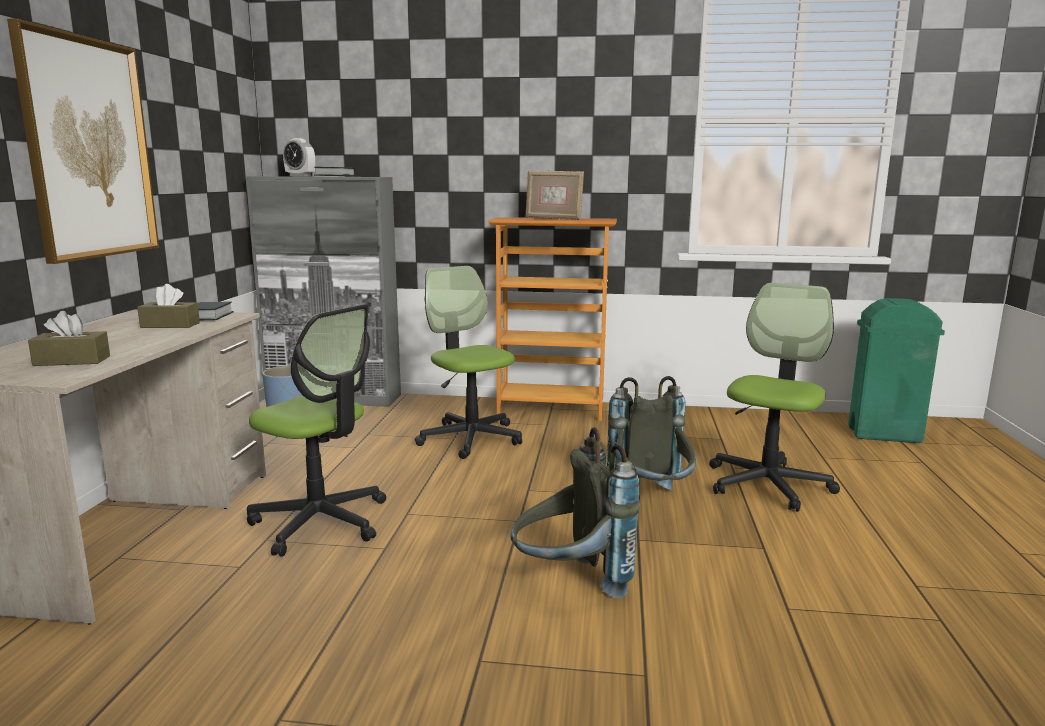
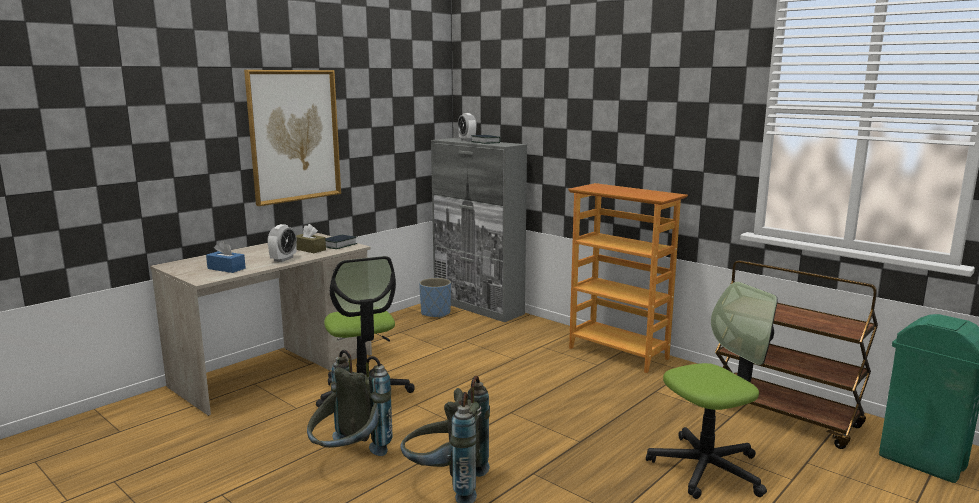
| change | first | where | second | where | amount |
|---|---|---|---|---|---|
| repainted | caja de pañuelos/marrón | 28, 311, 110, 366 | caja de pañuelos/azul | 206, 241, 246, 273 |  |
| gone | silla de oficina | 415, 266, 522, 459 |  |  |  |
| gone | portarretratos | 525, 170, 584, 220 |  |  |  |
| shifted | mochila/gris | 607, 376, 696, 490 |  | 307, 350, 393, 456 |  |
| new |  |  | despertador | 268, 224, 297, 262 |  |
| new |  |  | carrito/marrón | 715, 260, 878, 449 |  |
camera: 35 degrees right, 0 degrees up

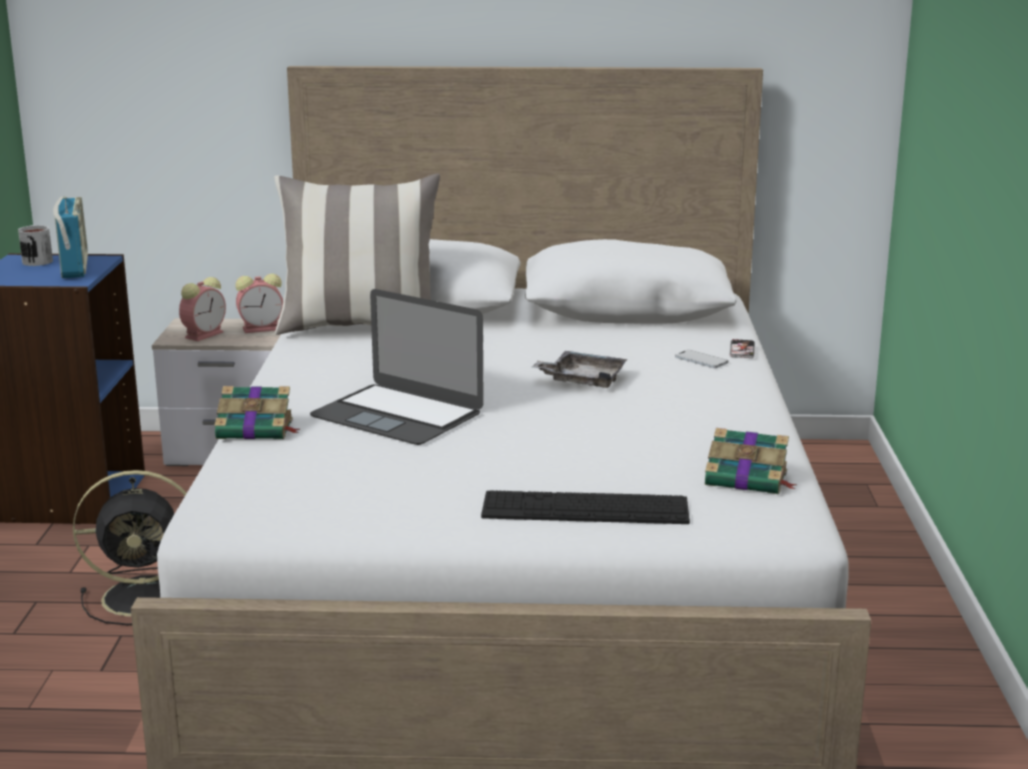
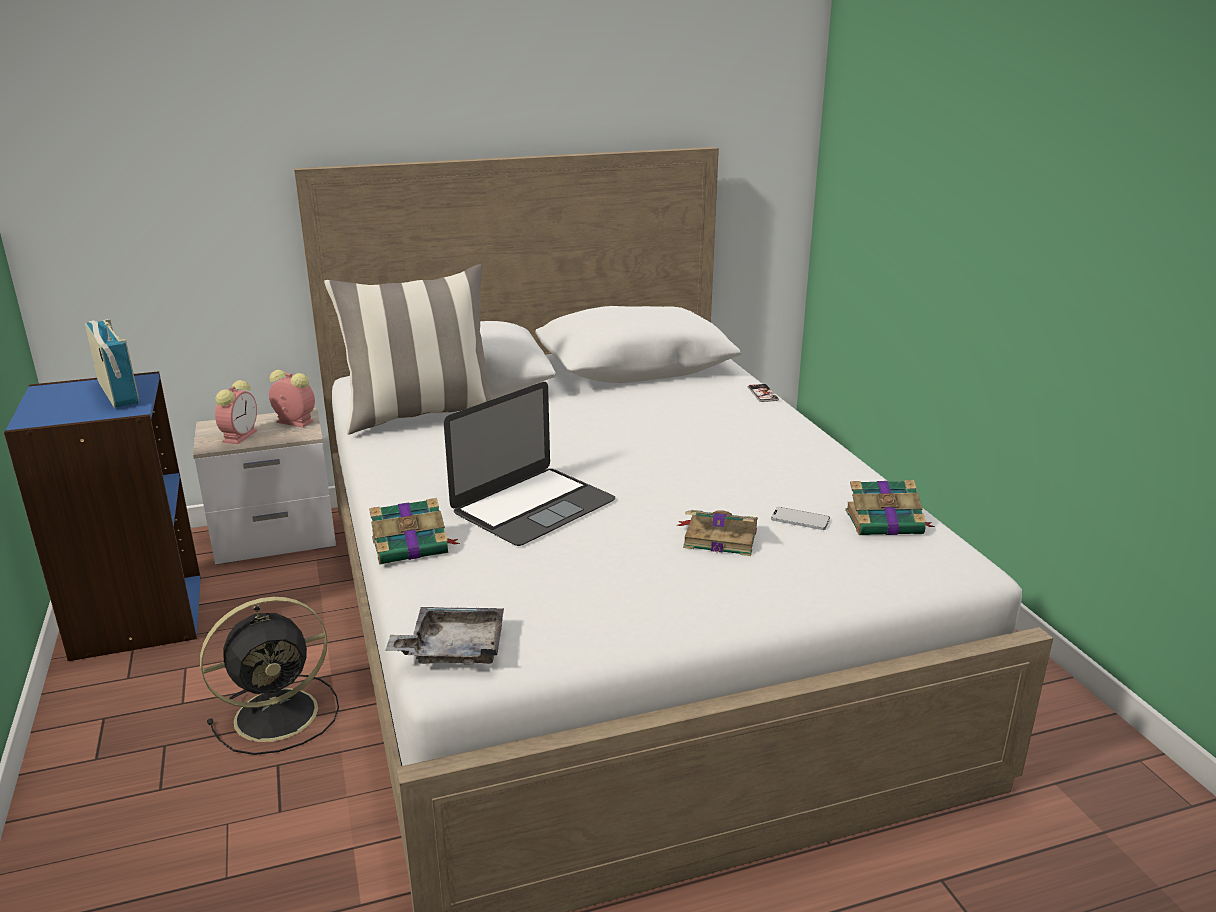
| change | first | where | second | where | amount |
|---|---|---|---|---|---|
| gone | taza grande | 18, 225, 53, 266 |  |  |  |
| rotated | despertador | 235, 274, 283, 333 |  | 269, 370, 315, 428 | 120 degrees counterclockwise |
| rotated | portátil | 310, 289, 484, 445 |  | 444, 382, 615, 546 | 60 degrees counterclockwise |
| gone | teclado | 481, 490, 690, 524 |  |  |  |
| shifted | bandeja/gris | 532, 351, 628, 388 |  | 385, 607, 504, 665 |  |
| shifted | móvil | 675, 350, 728, 368 |  | 771, 507, 830, 530 |  |
| new |  |  | libro | 677, 510, 758, 556 |  |
camera: 20 degrees left, 5 degrees up

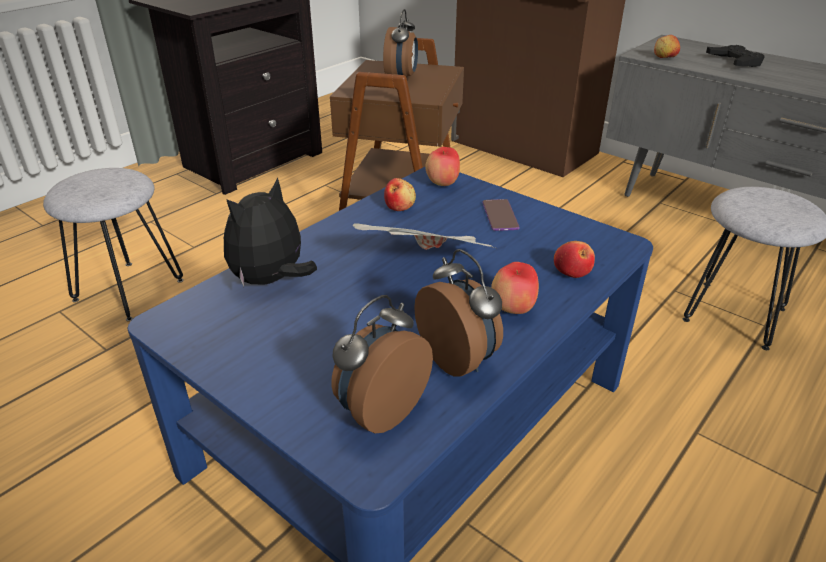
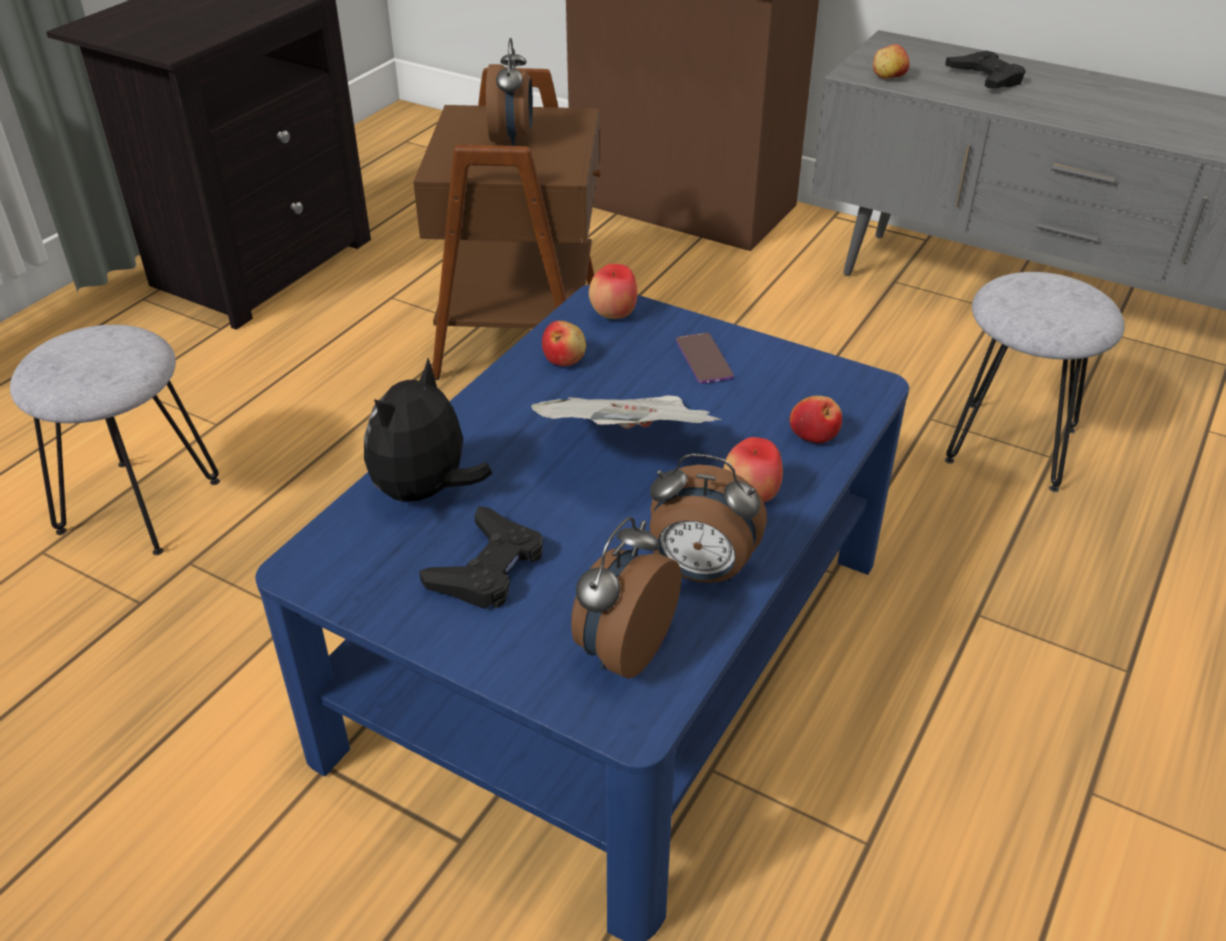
| change | first | where | second | where | amount |
|---|---|---|---|---|---|
| rotated | despertador | 414, 249, 503, 377 |  | 649, 453, 767, 583 | 150 degrees clockwise |
| new |  |  | mando de consola/negro | 419, 506, 543, 609 |  |
camera: 10 degrees left, 5 degrees up

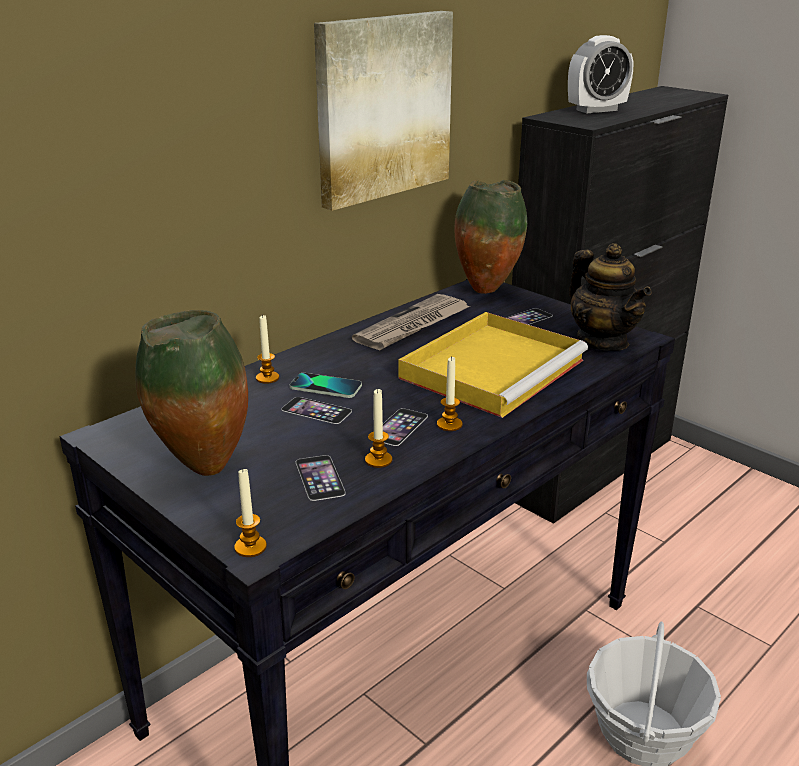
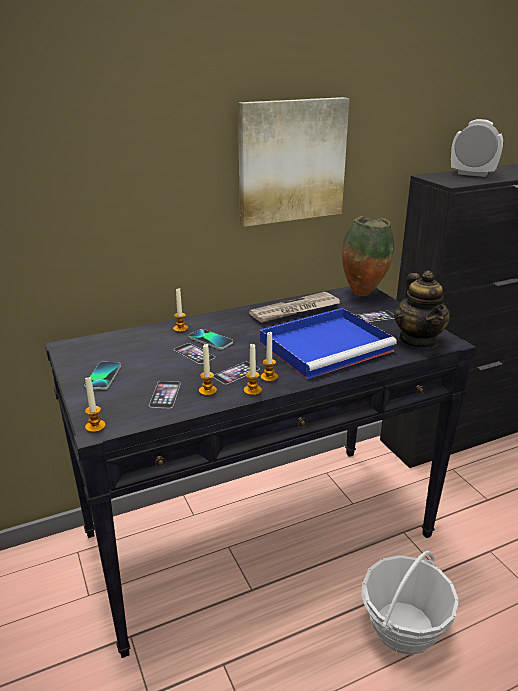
| change | first | where | second | where | amount |
|---|---|---|---|---|---|
| swapped | florero | 135, 310, 248, 476 | móvil | 84, 362, 121, 390 |  |
| repainted | bandeja/amarillo | 398, 312, 588, 418 | bandeja/azul | 260, 308, 397, 379 |  |
| rotated | despertador | 568, 35, 633, 113 |  | 451, 119, 503, 177 | 150 degrees counterclockwise |
| new |  |  | vela | 244, 343, 262, 396 |  |
camera: 20 degrees right, 0 degrees up

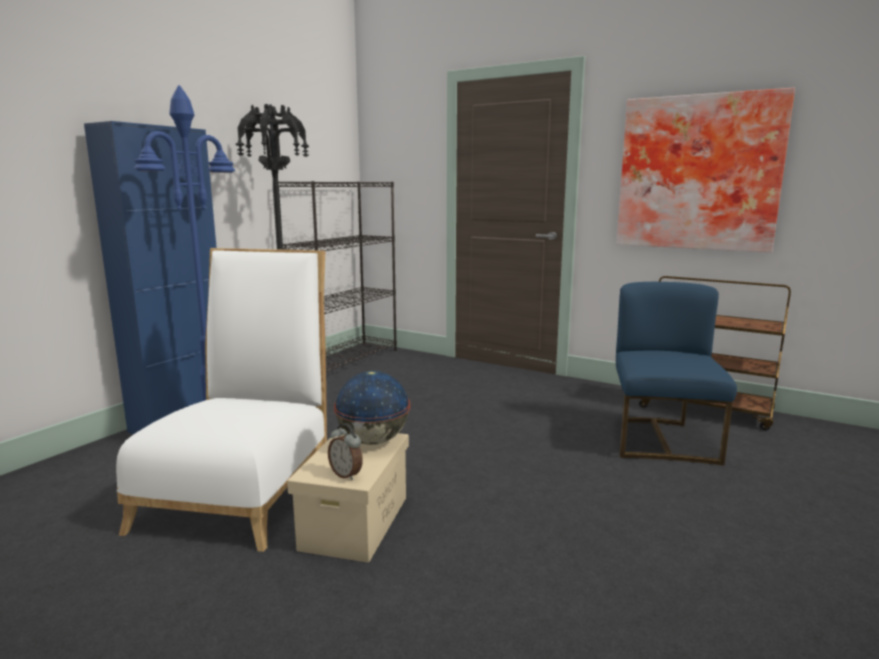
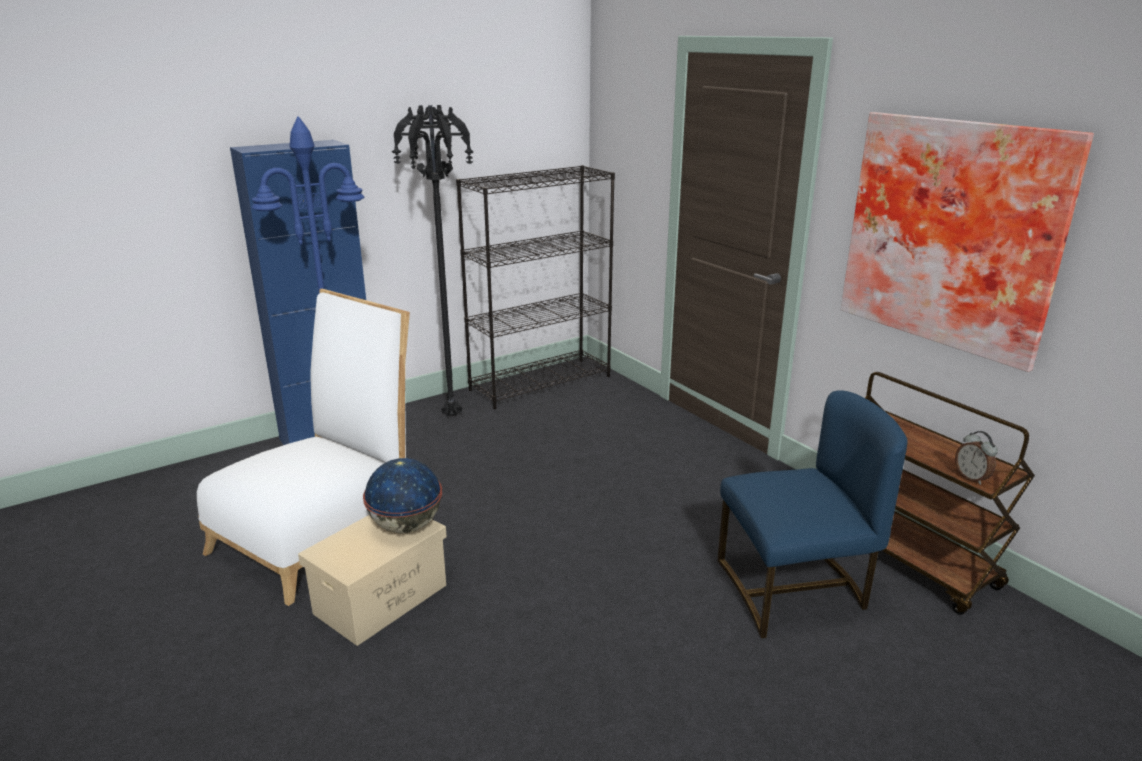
| change | first | where | second | where | amount |
|---|---|---|---|---|---|
| shifted | despertador | 328, 423, 363, 480 |  | 955, 431, 998, 485 |  |
| rotated | silla/azul | 616, 282, 737, 465 |  | 718, 390, 908, 638 | 45 degrees clockwise |
camera: 25 degrees right, 10 degrees up

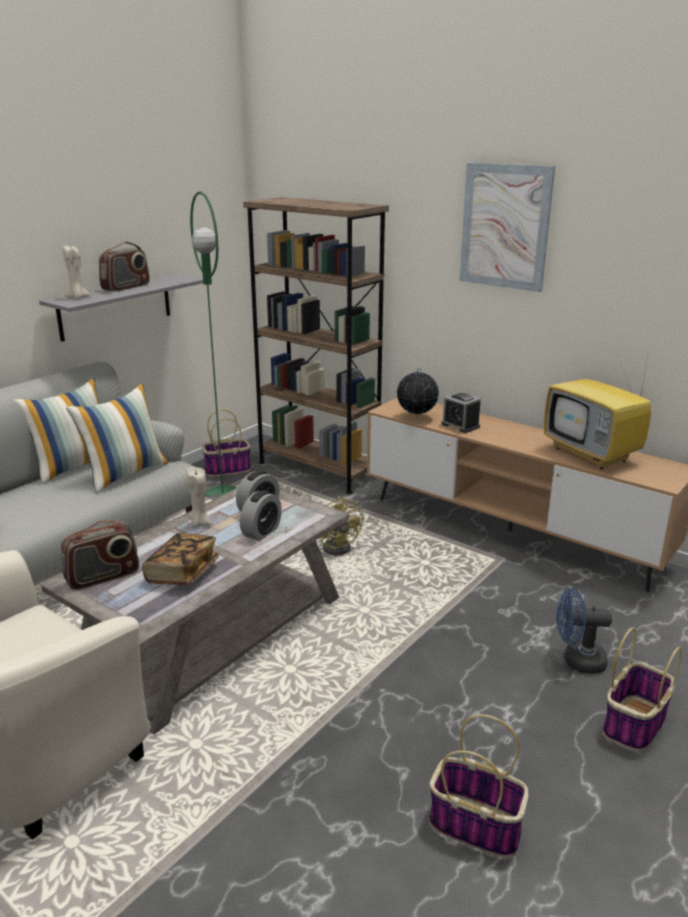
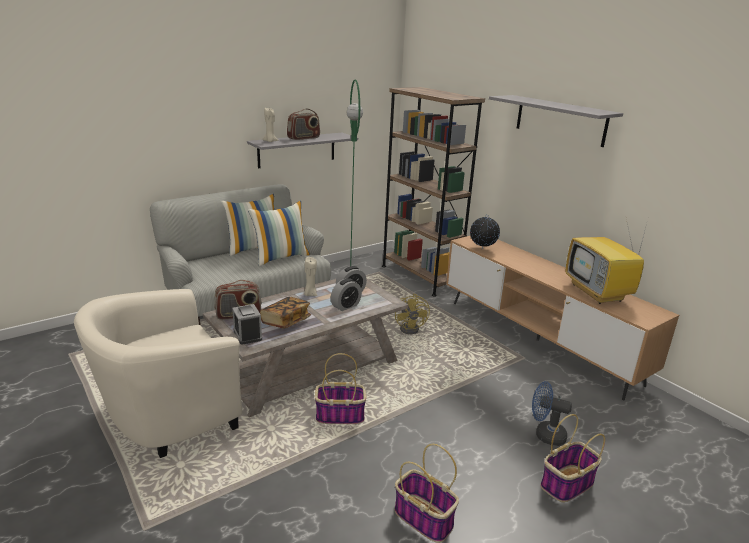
| change | first | where | second | where | amount |
|---|---|---|---|---|---|
| shifted | cesta | 202, 409, 251, 477 |  | 315, 353, 367, 424 |  |
| shifted | despertador | 441, 392, 481, 433 |  | 232, 304, 262, 345 |  |
| swapped | cuadro | 460, 163, 555, 292 | estante/gris | 489, 95, 623, 147 |  |
camera: 15 degrees right, 0 degrees up

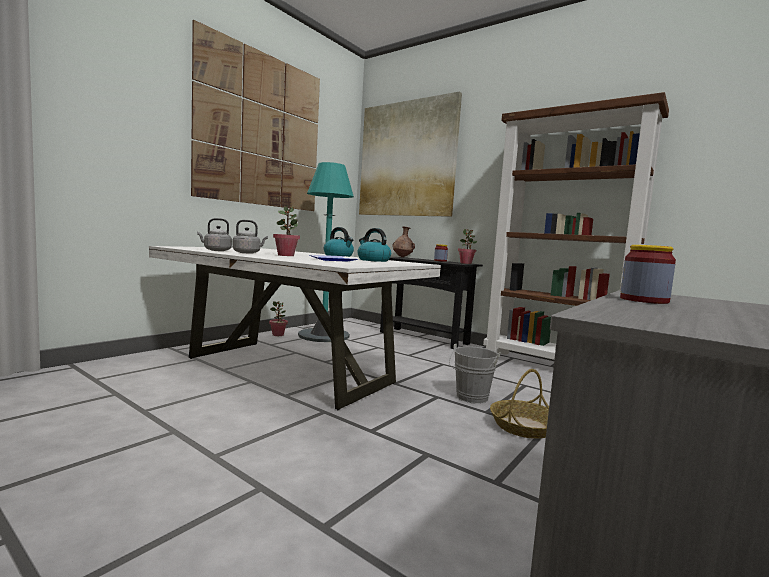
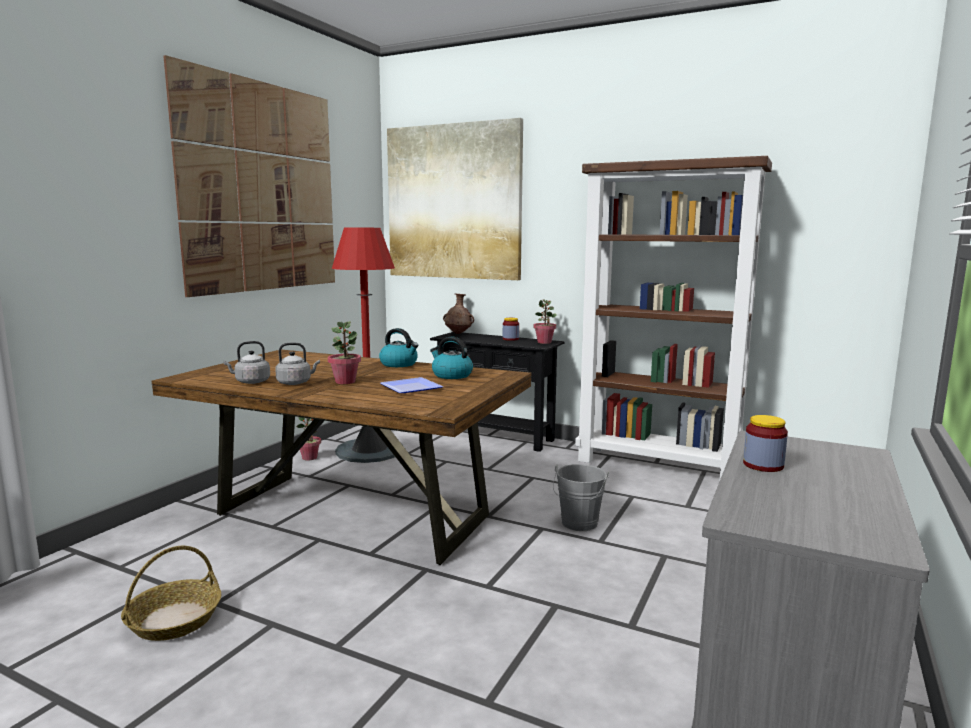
| change | first | where | second | where | amount |
|---|---|---|---|---|---|
| repainted | mesa de comedor/blanco | 149, 246, 441, 410 | mesa de comedor/marrón | 152, 350, 531, 565 |  |
| repainted | lámpara de pie/turquesa | 298, 162, 354, 342 | lámpara de pie/rojo | 332, 227, 403, 463 |  |
| shifted | cesta | 490, 369, 549, 439 |  | 121, 546, 221, 641 |  |
camera: 10 degrees left, 5 degrees up

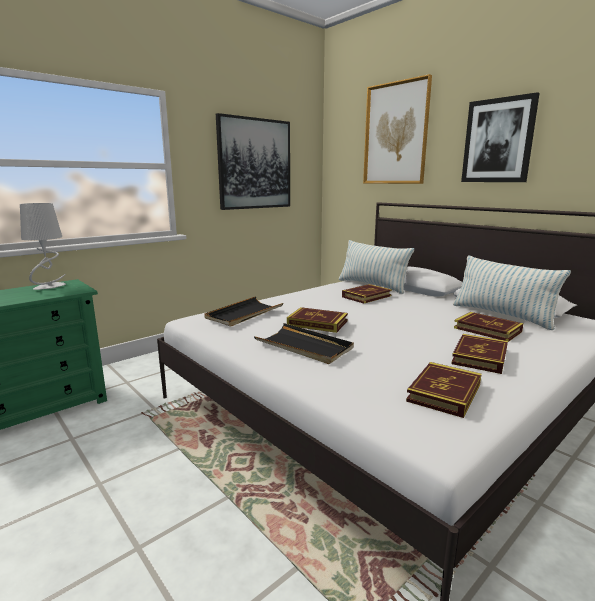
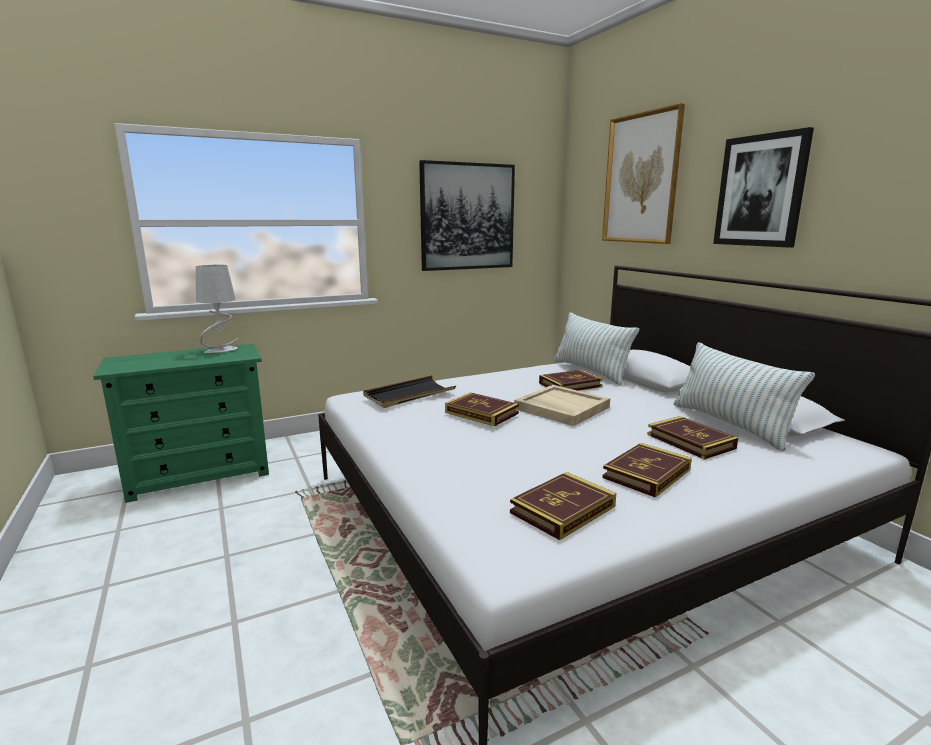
| change | first | where | second | where | amount |
|---|---|---|---|---|---|
| gone | bandeja/negro | 254, 323, 354, 364 |  |  |  |
| new |  |  | bandeja/beis | 514, 385, 610, 426 |  |
camera: 15 degrees right, 0 degrees up

